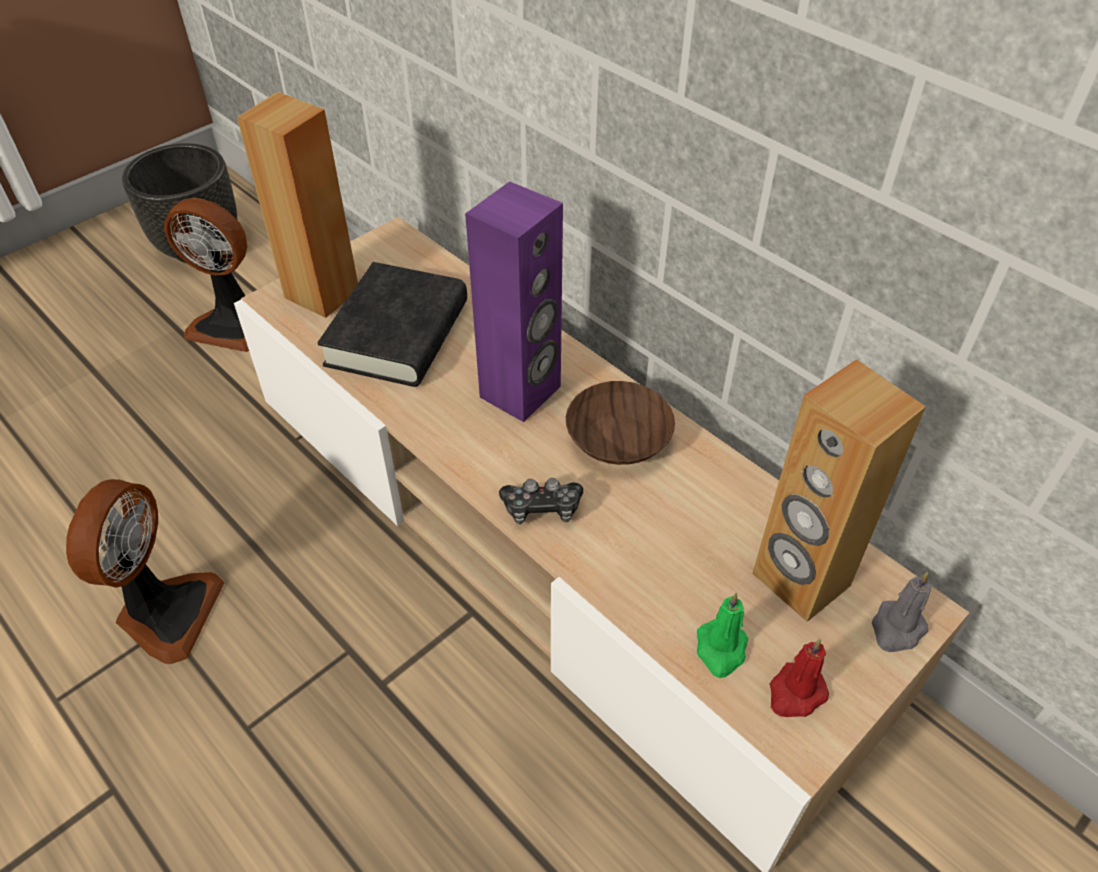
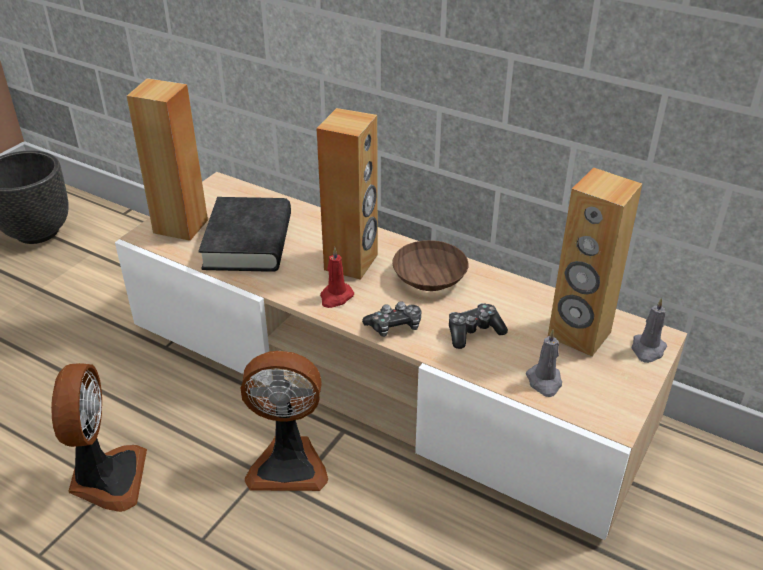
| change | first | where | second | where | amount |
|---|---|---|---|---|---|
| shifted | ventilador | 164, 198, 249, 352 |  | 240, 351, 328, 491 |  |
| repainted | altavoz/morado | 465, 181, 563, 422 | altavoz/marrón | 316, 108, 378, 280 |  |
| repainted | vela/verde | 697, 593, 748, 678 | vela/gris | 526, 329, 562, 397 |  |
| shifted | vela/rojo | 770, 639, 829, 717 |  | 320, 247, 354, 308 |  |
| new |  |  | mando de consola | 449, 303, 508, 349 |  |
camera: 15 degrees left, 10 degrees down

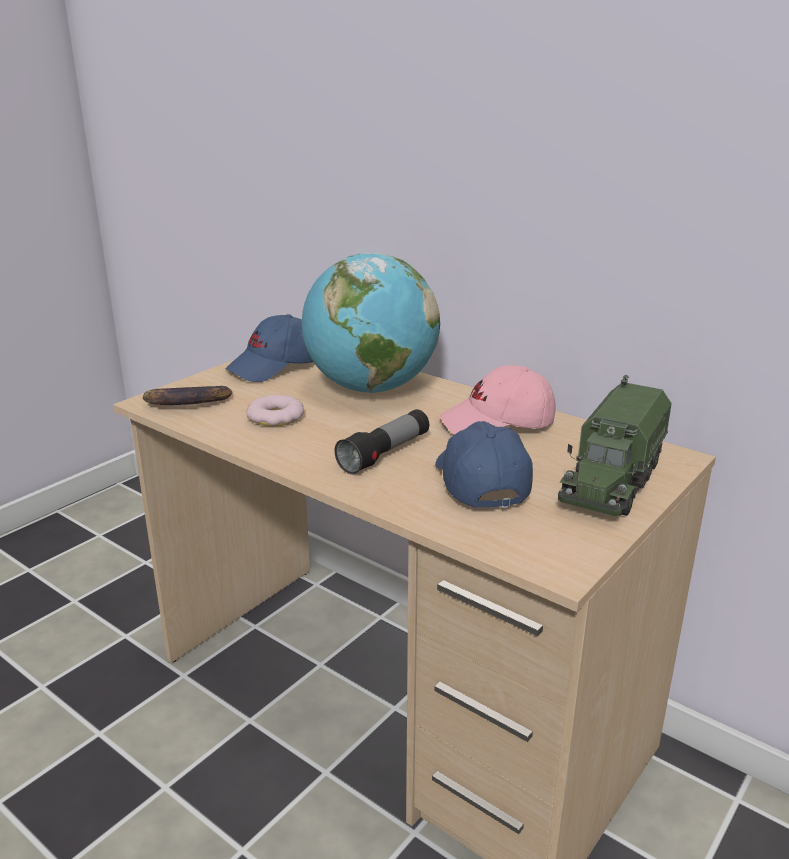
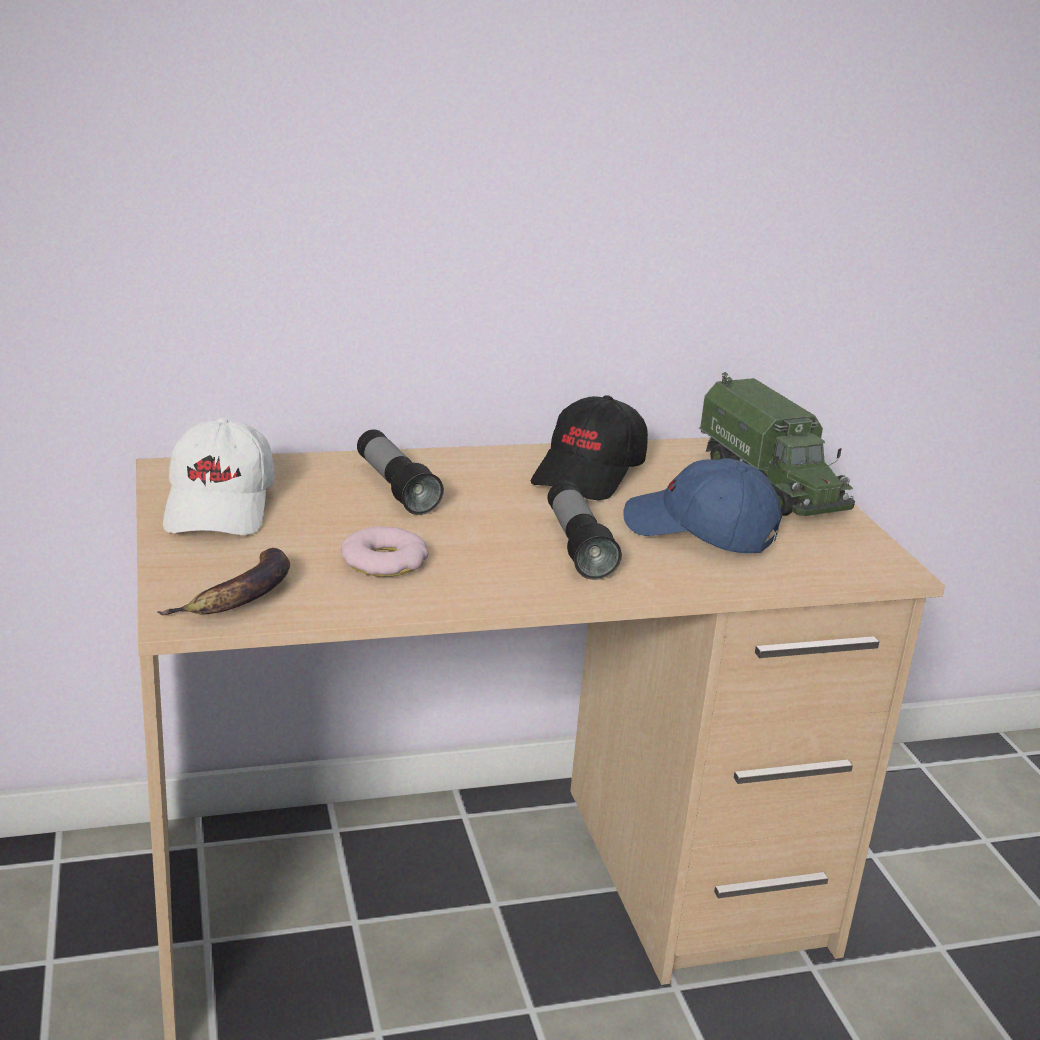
| change | first | where | second | where | amount |
|---|---|---|---|---|---|
| repainted | gorra/azul | 225, 314, 313, 382 | gorra/blanco | 163, 418, 275, 535 |  |
| swapped | globo terráqueo | 302, 253, 440, 393 | linterna | 357, 429, 444, 515 |  |
| repainted | gorra/rosa | 440, 365, 556, 435 | gorra/negro | 531, 395, 648, 500 |  |
camera: 55 degrees left, 0 degrees up

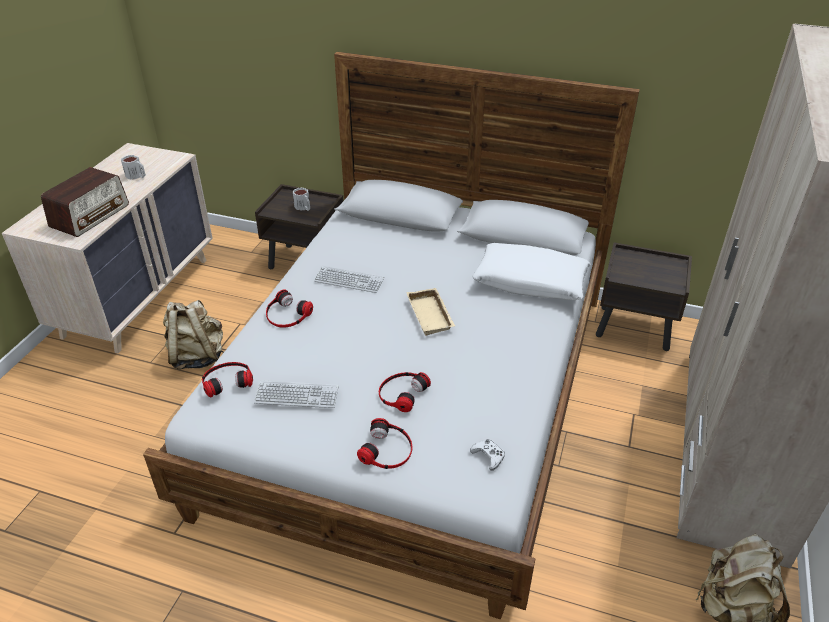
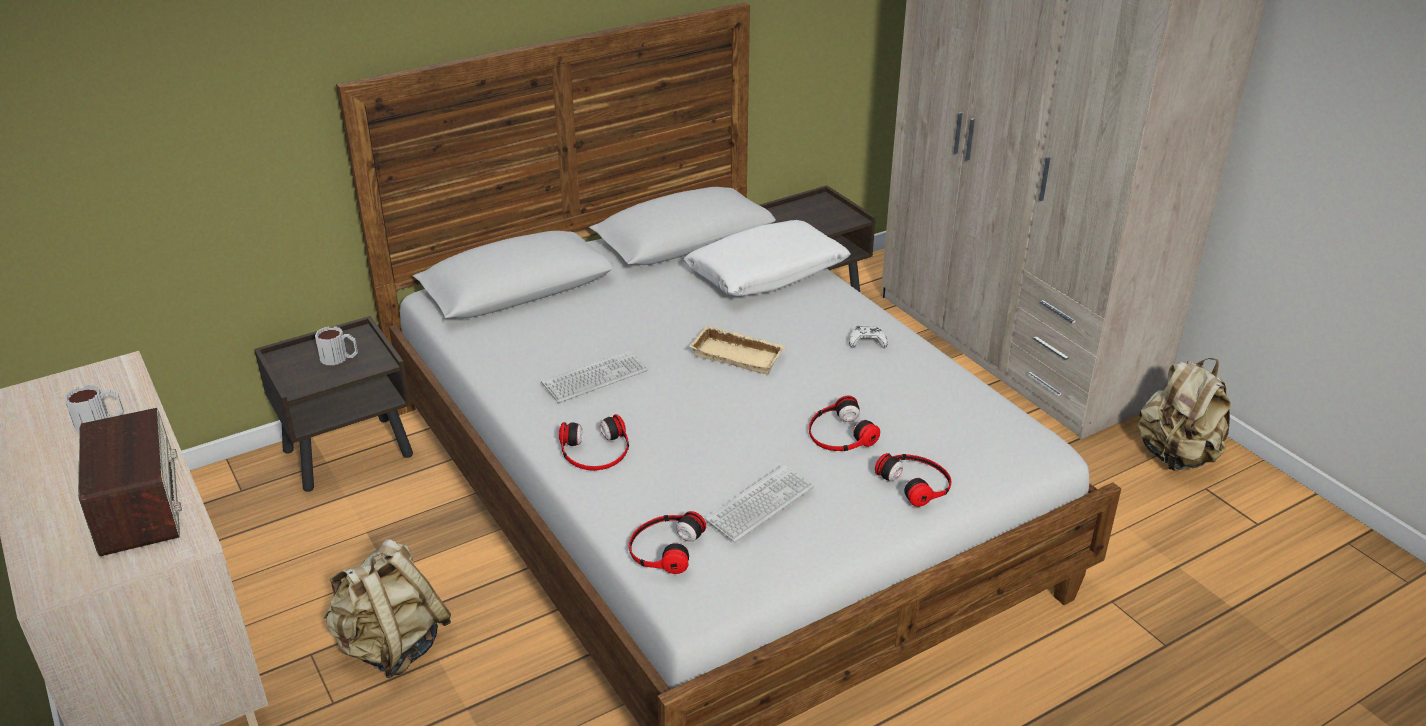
| change | first | where | second | where | amount |
|---|---|---|---|---|---|
| shifted | mando de consola/blanco | 470, 439, 505, 471 |  | 849, 326, 888, 348 |  |
camera: 50 degrees left, 5 degrees down

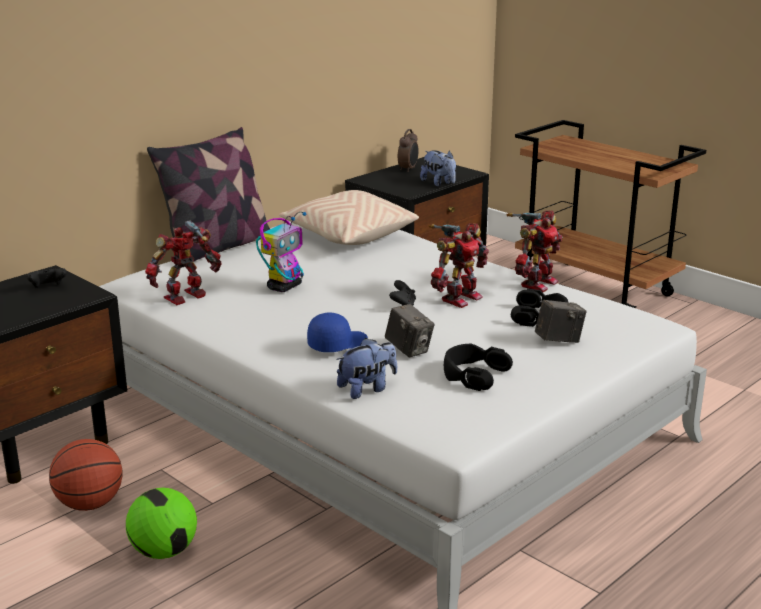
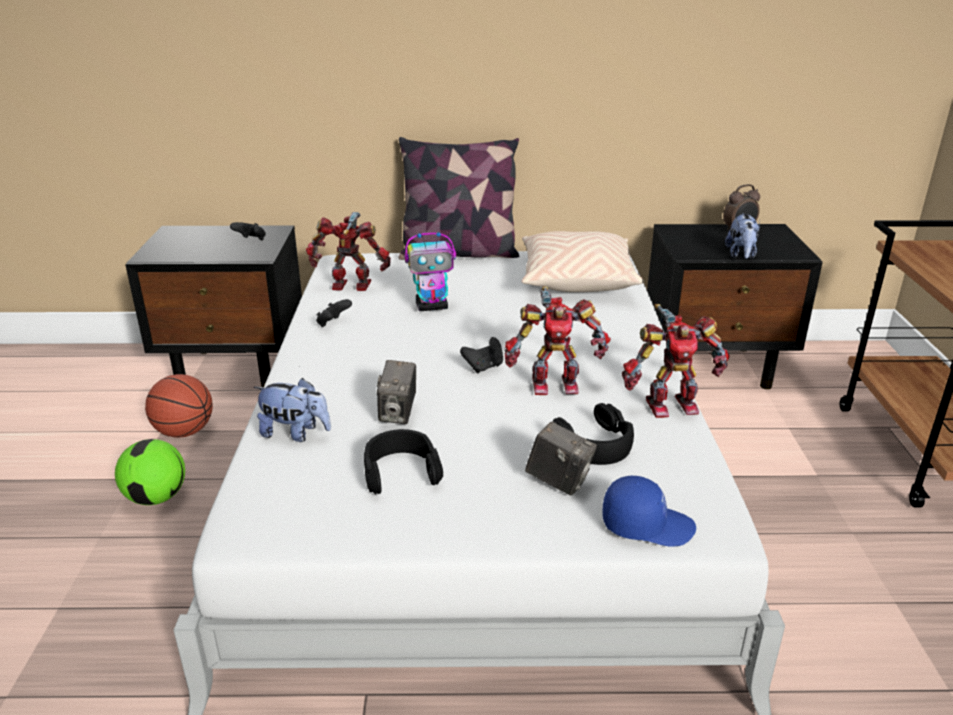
| change | first | where | second | where | amount |
|---|---|---|---|---|---|
| shifted | gorra/azul | 307, 312, 368, 352 |  | 602, 475, 696, 547 |  |
| new |  |  | mando de consola/negro | 316, 299, 352, 327 |  |
camera: 45 degrees right, 5 degrees up

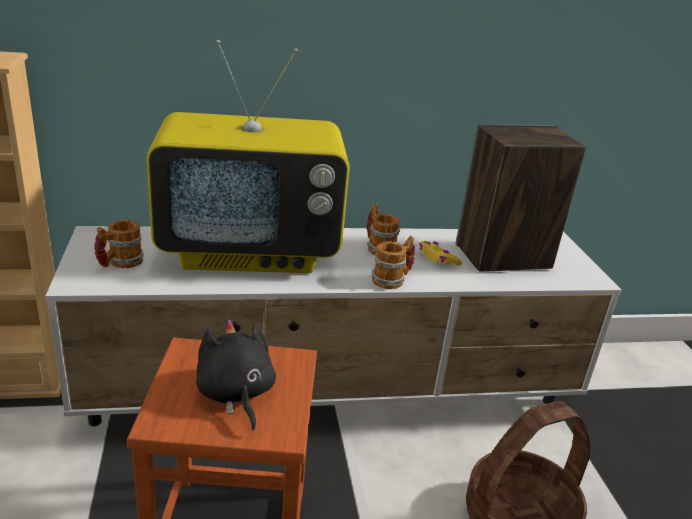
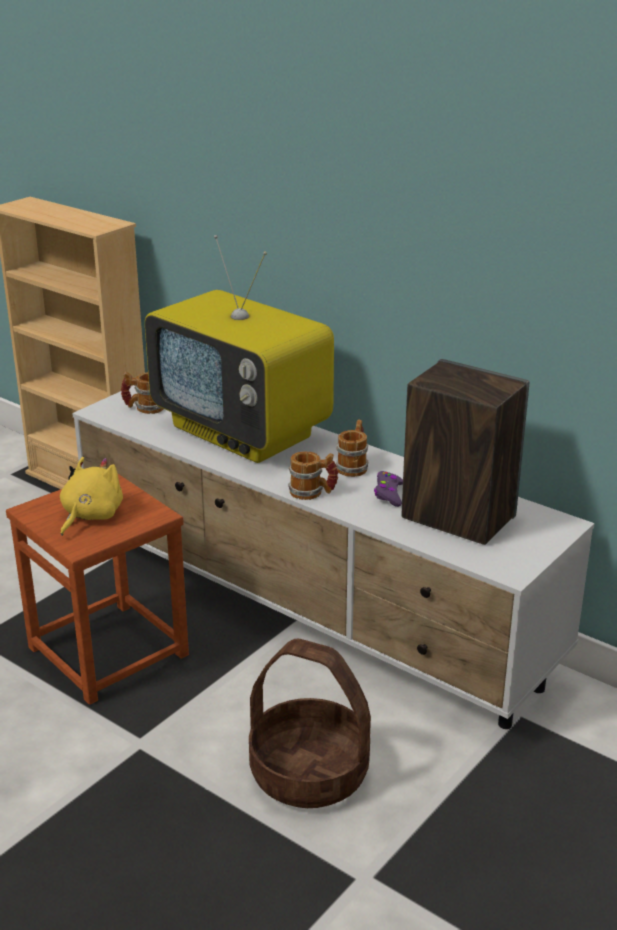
| change | first | where | second | where | amount |
|---|---|---|---|---|---|
| repainted | peluche/negro | 196, 320, 276, 431 | peluche/amarillo | 60, 457, 123, 536 |  |
| repainted | mando de consola/amarillo | 419, 241, 463, 266 | mando de consola/morado | 374, 471, 403, 507 |  |
camera: 50 degrees right, 0 degrees up

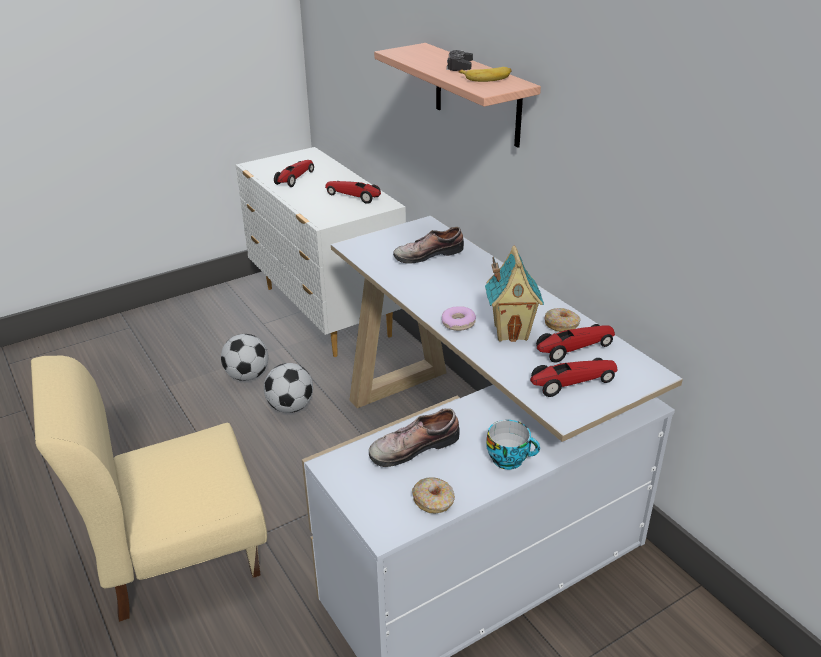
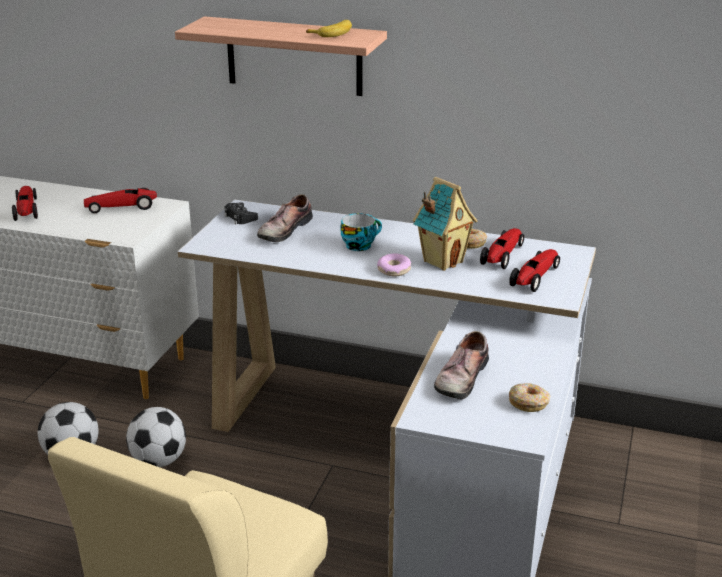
| change | first | where | second | where | amount |
|---|---|---|---|---|---|
| shifted | mando de consola/negro | 446, 50, 473, 71 |  | 224, 202, 258, 225 |  |
| shifted | taza | 486, 420, 540, 470 |  | 340, 213, 382, 251 |  |
camera: 40 degrees left, 5 degrees down

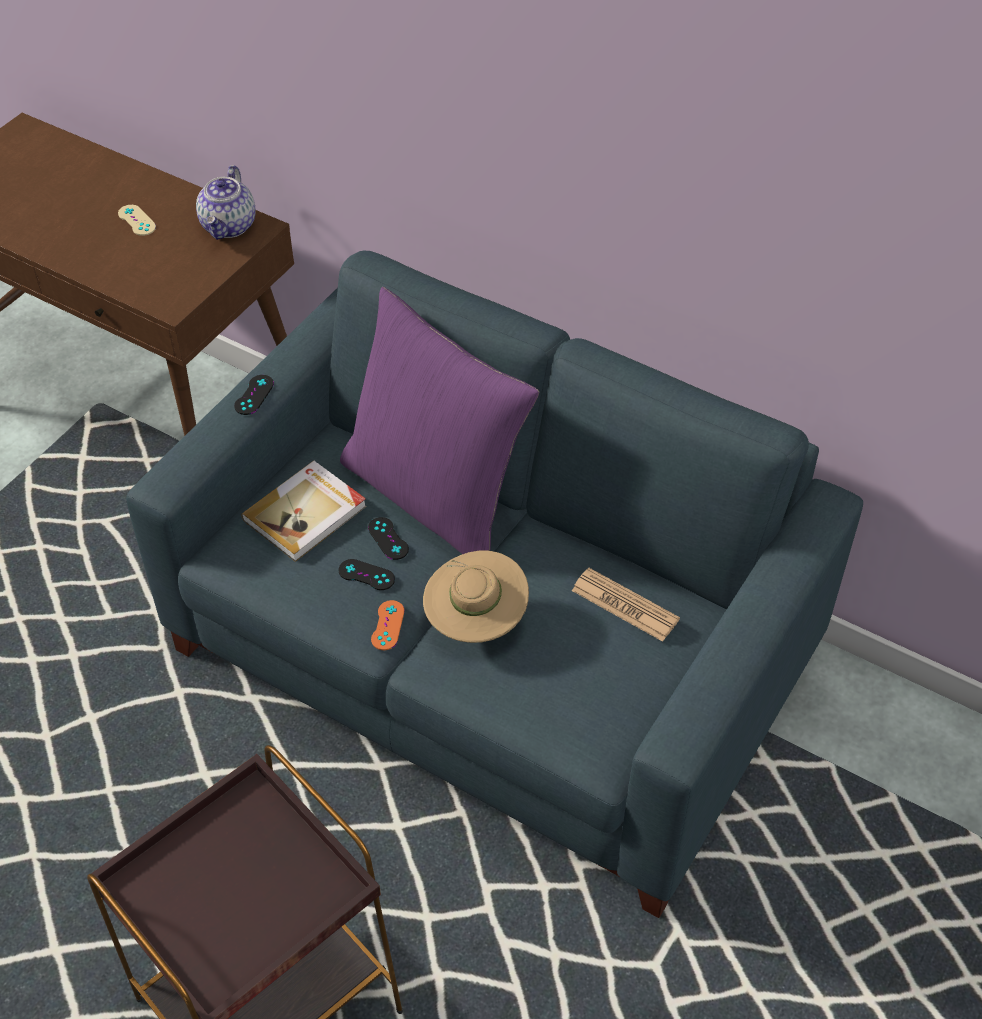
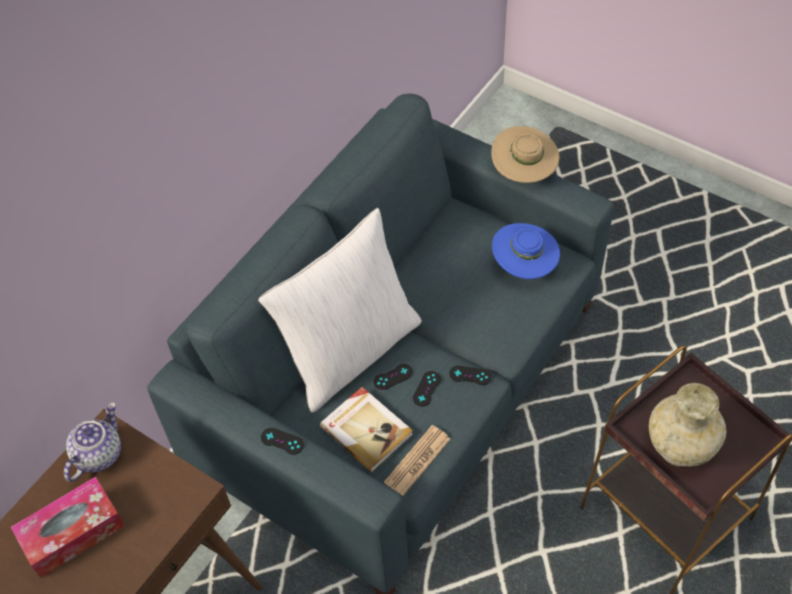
| change | first | where | second | where | amount |
|---|---|---|---|---|---|
| swapped | mando de consola/beis | 118, 205, 156, 236 | caja de pañuelos | 10, 477, 125, 578 |  |
| rotated | tetera | 196, 165, 256, 240 |  | 64, 402, 121, 482 | 75 degrees counterclockwise |
| repainted | cojín/morado | 340, 287, 539, 554 | cojín/blanco | 258, 208, 422, 413 |  |
| repainted | mando de consola/naranja | 371, 600, 405, 650 | mando de consola/negro | 449, 366, 491, 385 |  |
| shifted | sombrero/beis | 423, 550, 529, 643 |  | 491, 126, 559, 183 |  |
| shifted | periódico | 572, 568, 680, 642 |  | 384, 425, 450, 496 |  |
| new |  |  | sombrero/azul | 492, 223, 560, 279 |  |
| new |  |  | florero/beis | 649, 383, 726, 467 |  |
camera: 85 degrees left, 5 degrees up

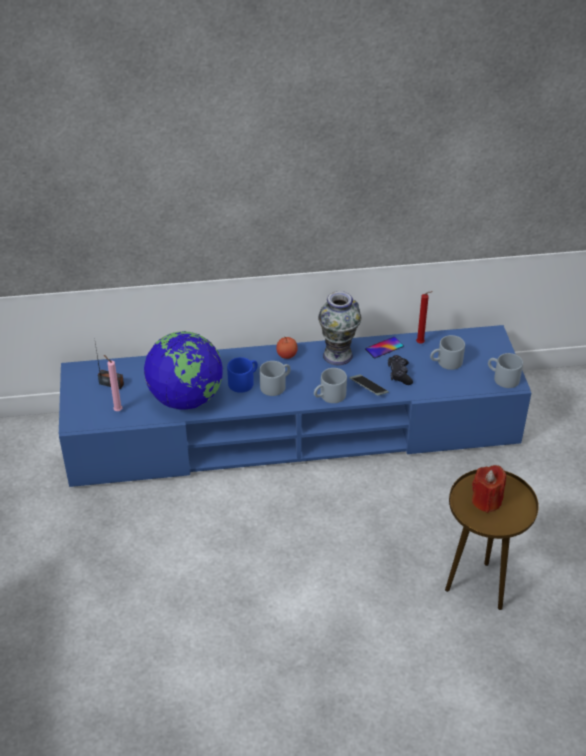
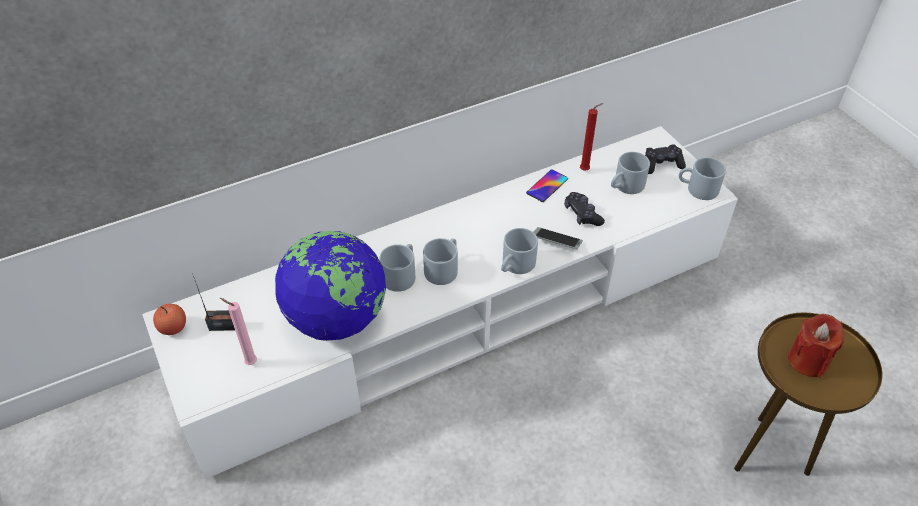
| change | first | where | second | where | amount |
|---|---|---|---|---|---|
| repainted | mueble de televisión/azul | 59, 325, 531, 487 | mueble de televisión/blanco | 142, 126, 738, 479 |  |
| repainted | taza grande/azul | 227, 357, 258, 393 | taza grande/gris | 379, 244, 415, 292 |  |
| shifted | manzana | 276, 336, 298, 359 |  | 153, 304, 186, 335 |  |
| gone | florero | 318, 291, 361, 365 |  |  |  |
| new |  |  | mando de consola/negro | 645, 144, 686, 174 |  |
camera: 20 degrees left, 5 degrees up

